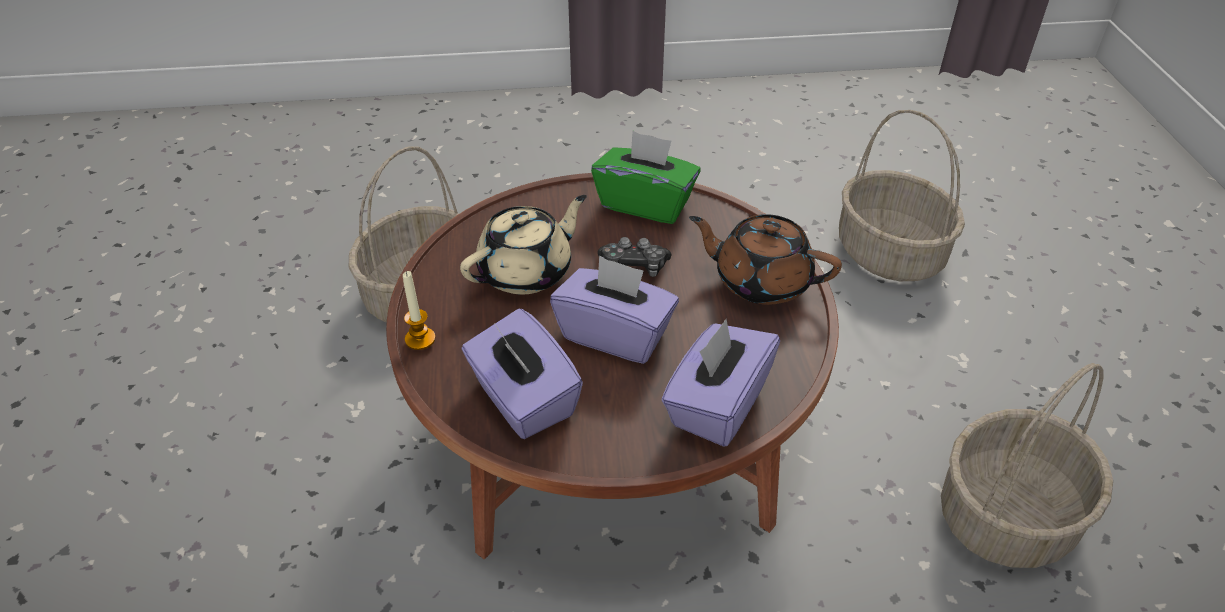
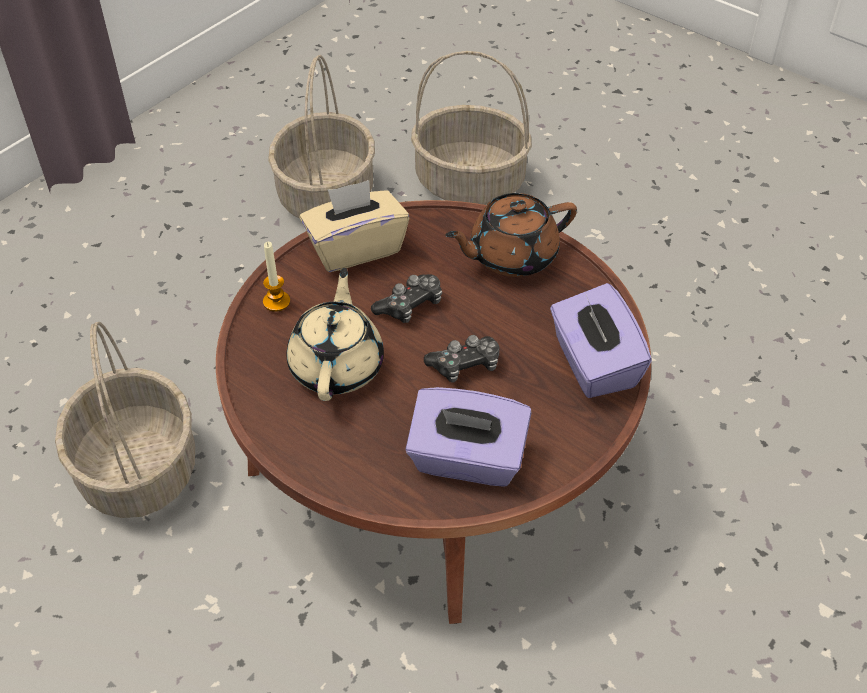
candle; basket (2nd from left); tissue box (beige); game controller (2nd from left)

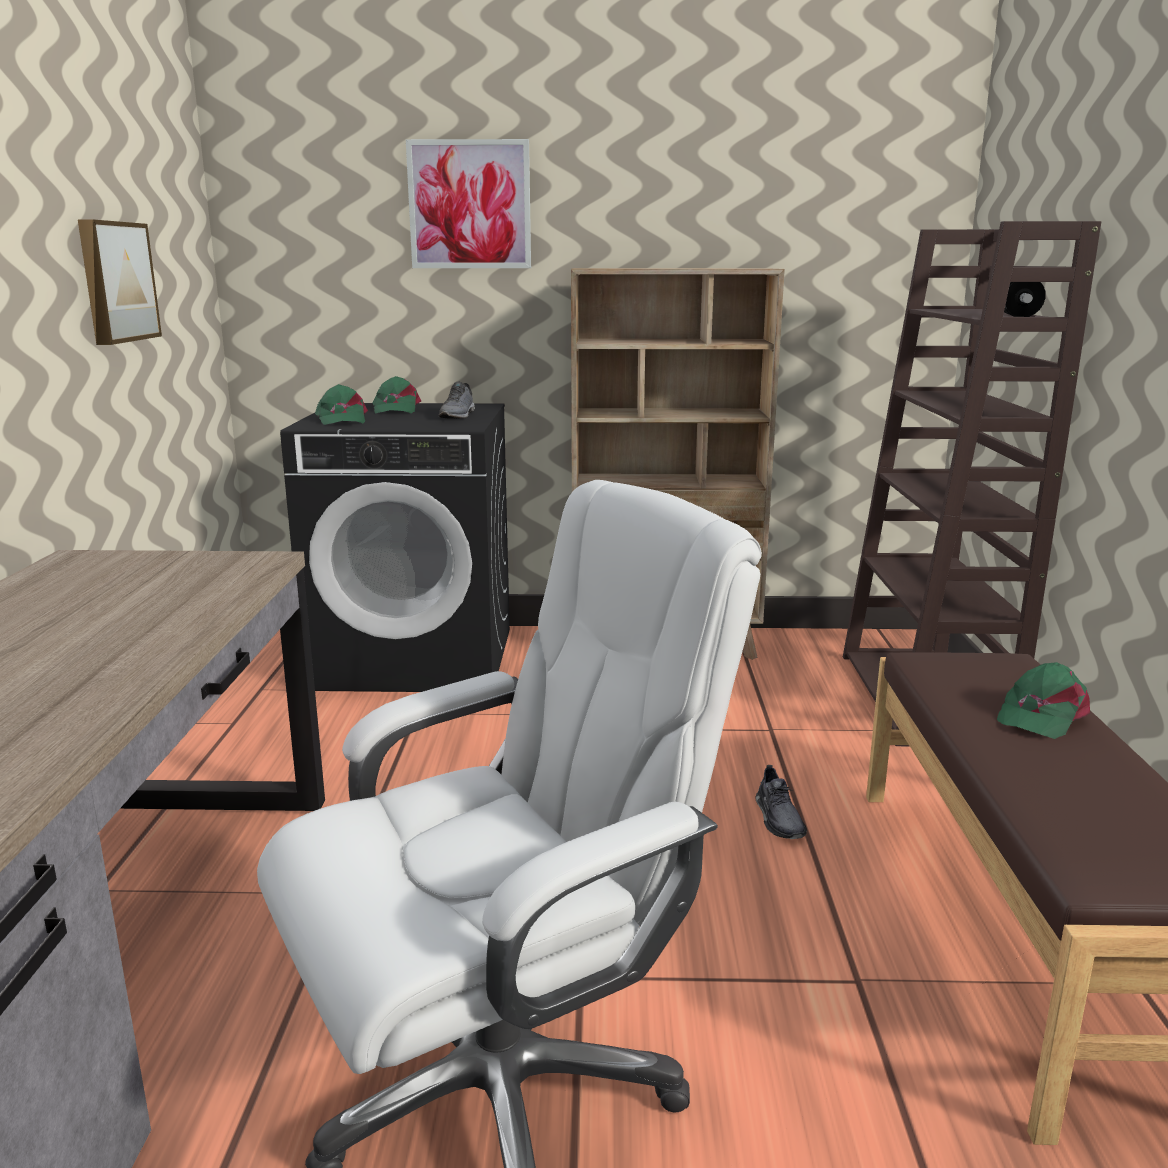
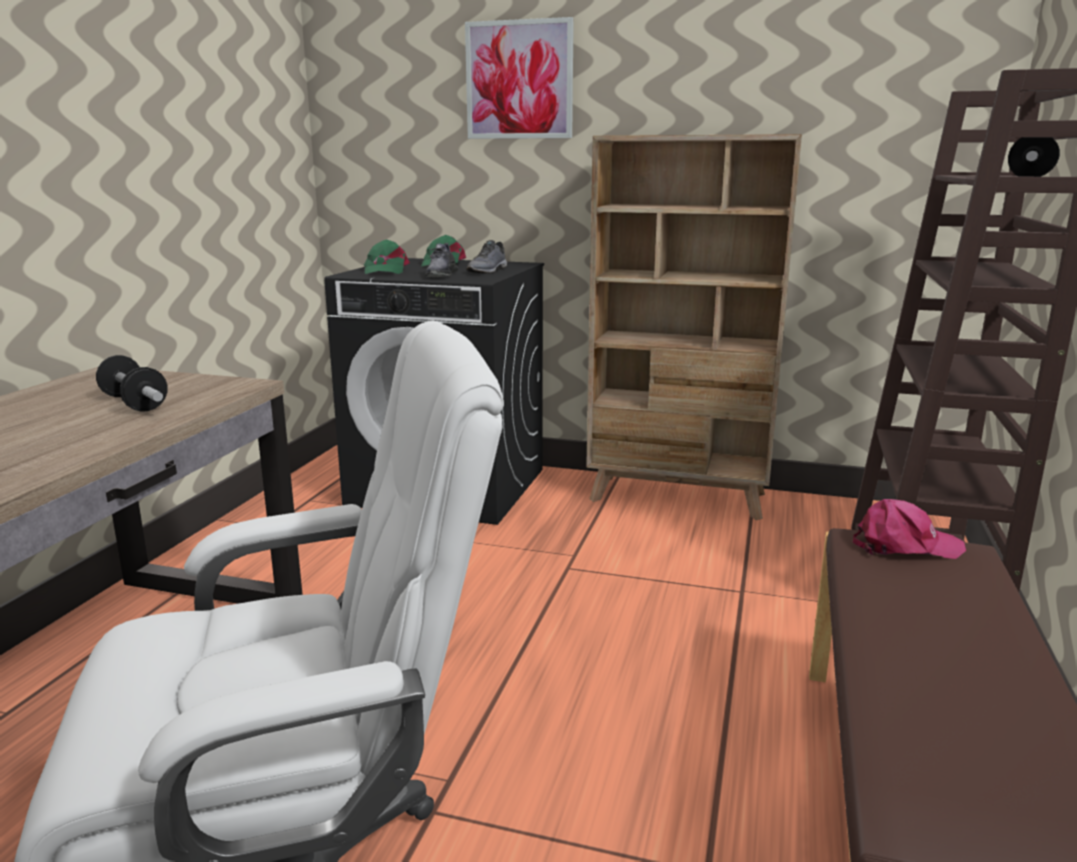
dumbbell (1st from left); shoe (grey) (1st from left); cap (pink); picture (1st from left in the first image); cap (green) (3rd from left in the first image)

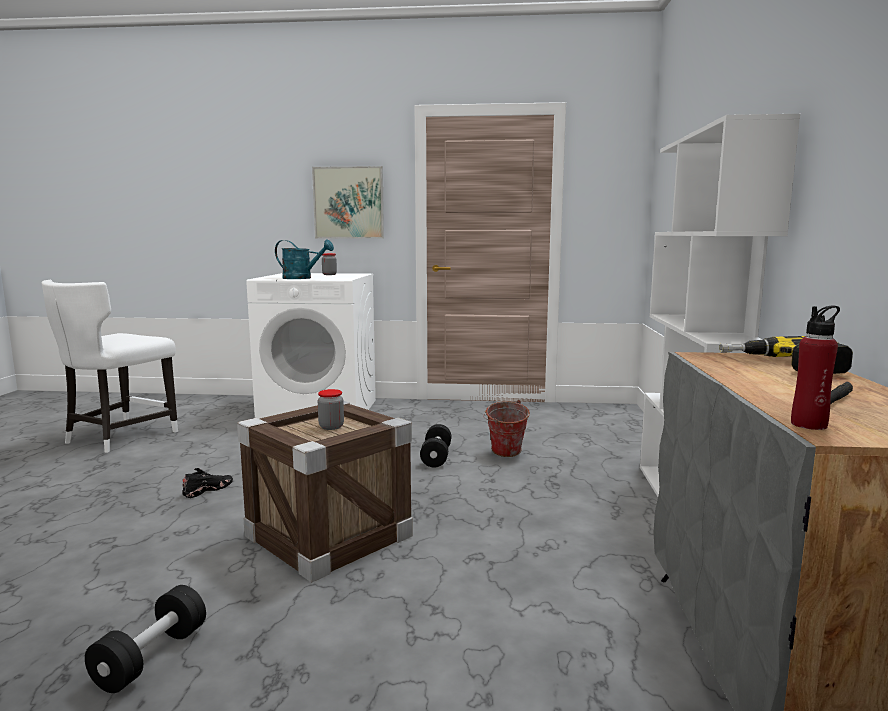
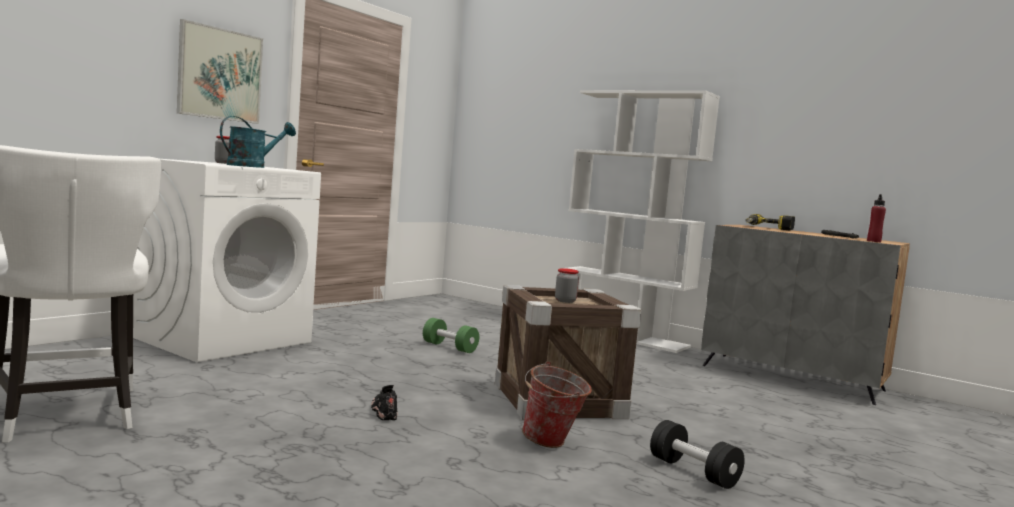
dumbbell (green); bucket

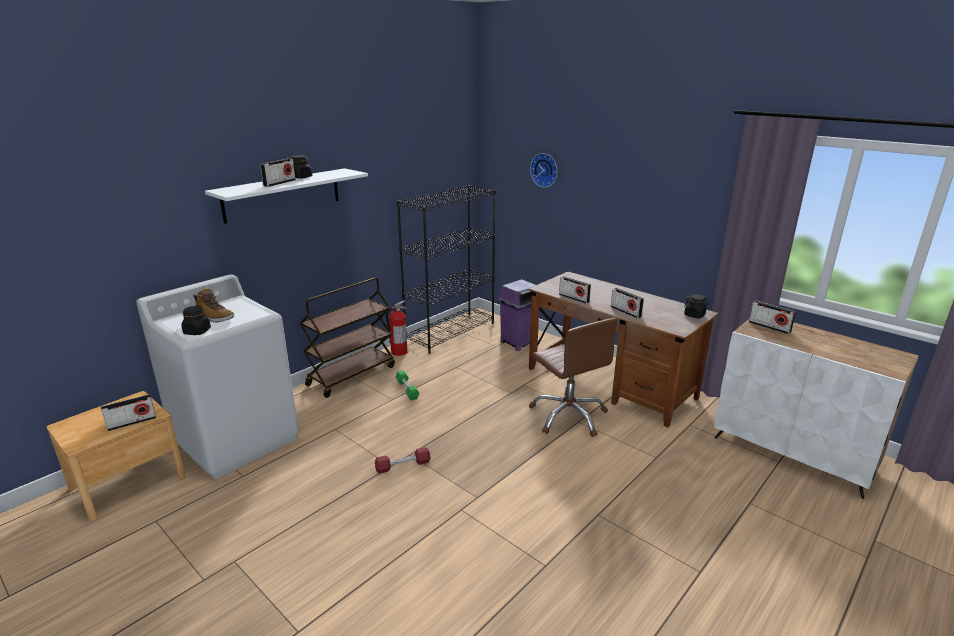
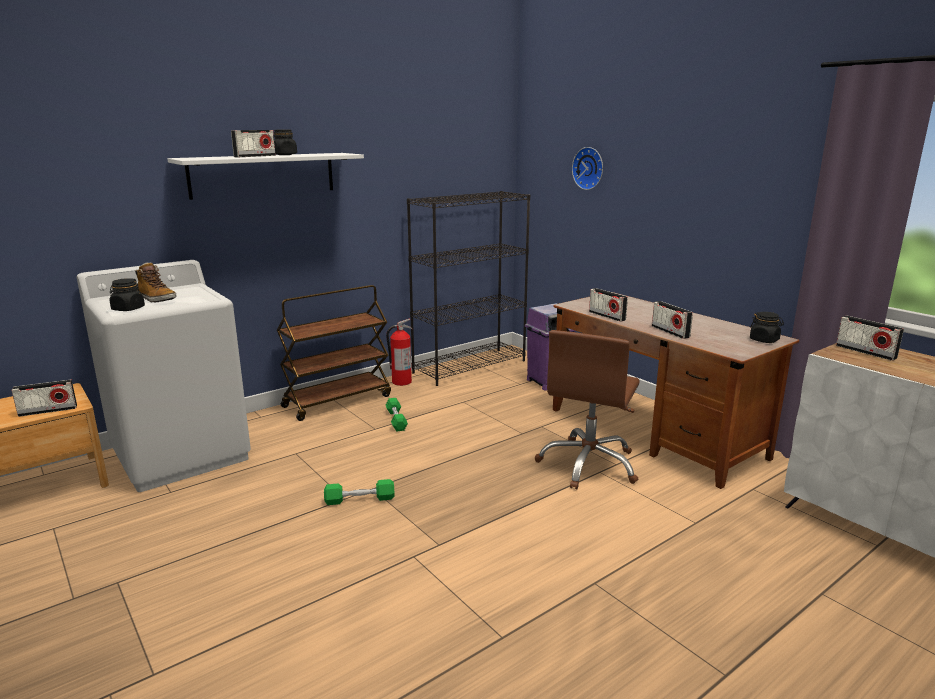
dumbbell (green) (1st from left); office chair (brown)

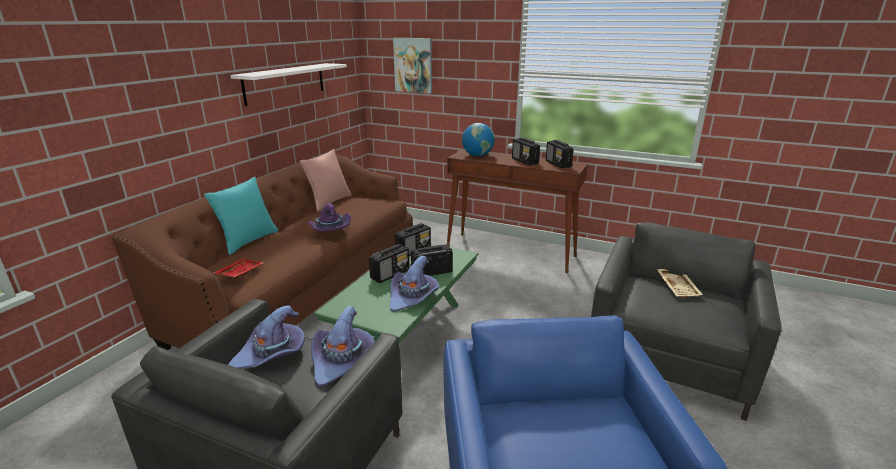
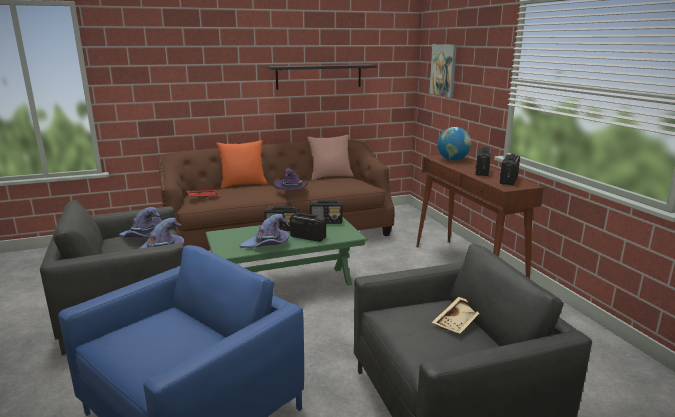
pillow (orange); shelf (black)

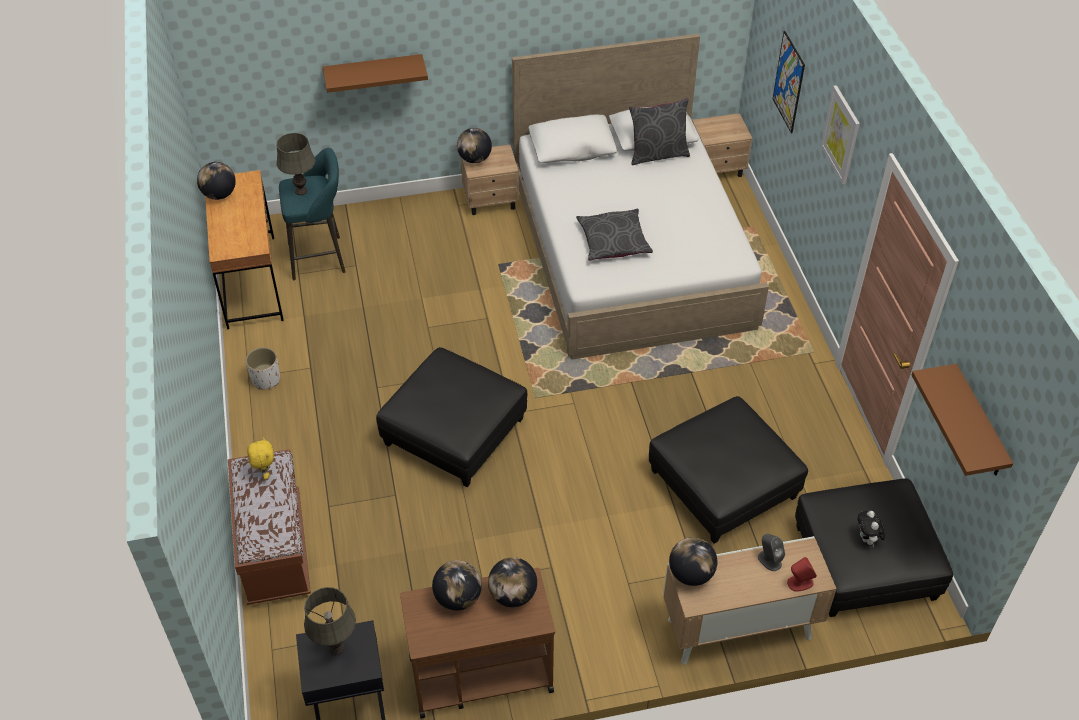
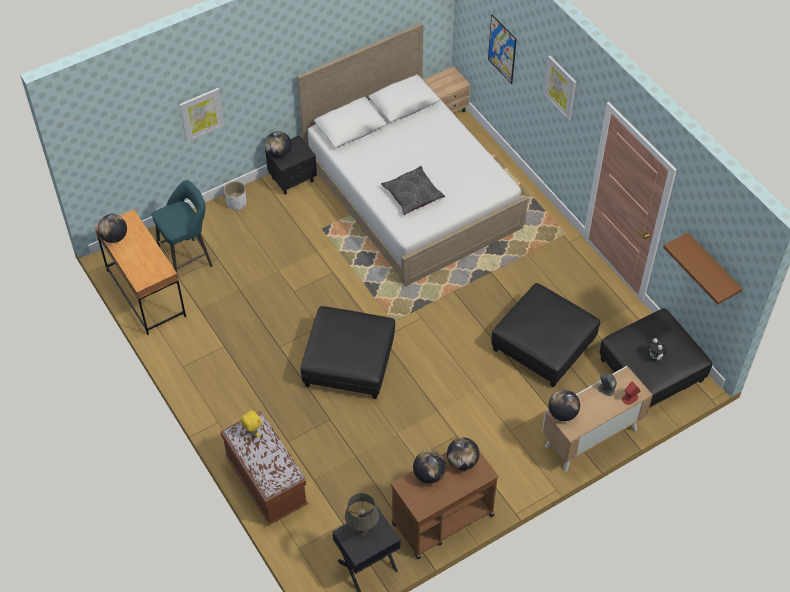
picture (1st from left); planter (white); nightstand (black) (1st from left); table lamp (grey) (1st from left in the first image); pillow (grey) (2nd from left in the first image)

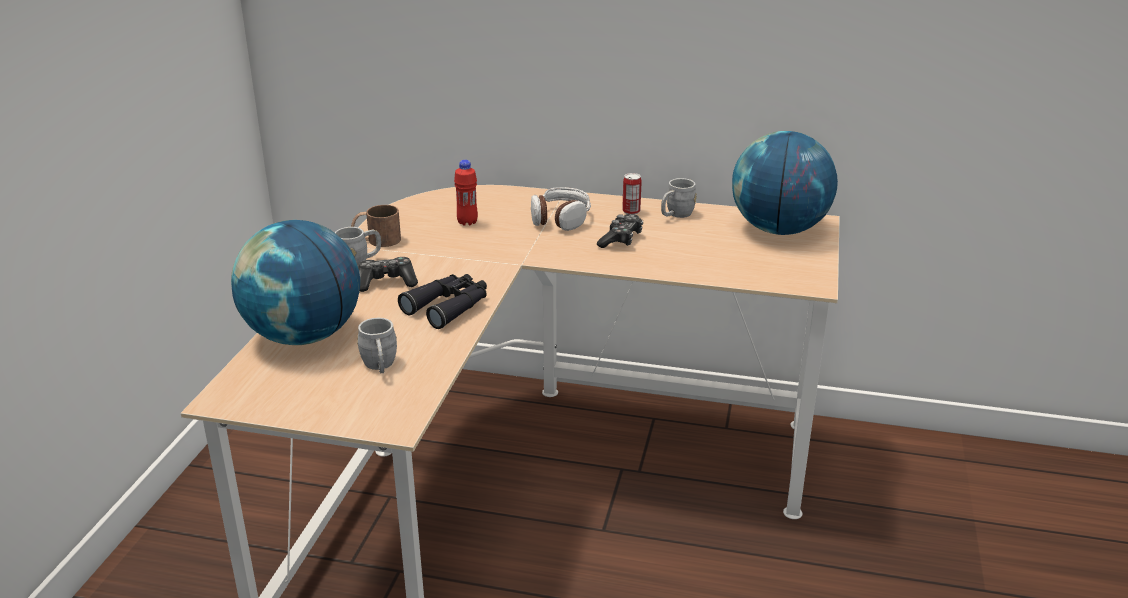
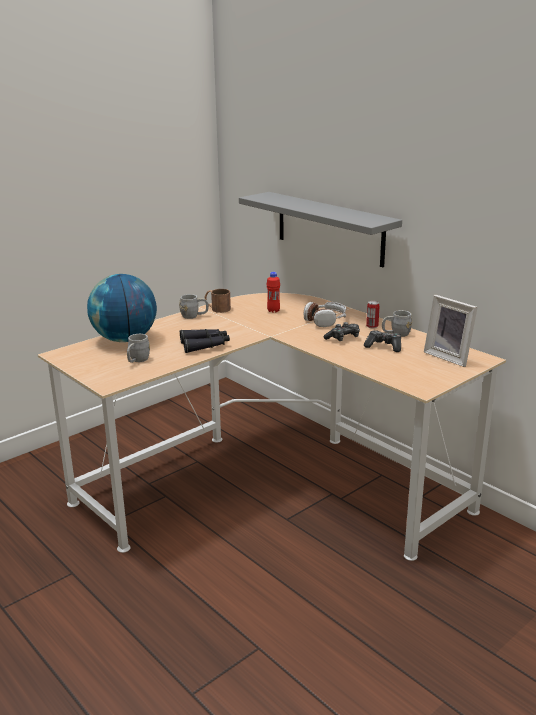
shelf (grey); game controller (2nd from left); picture frame

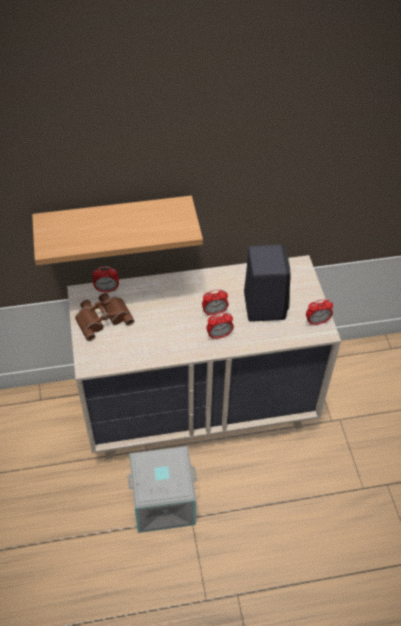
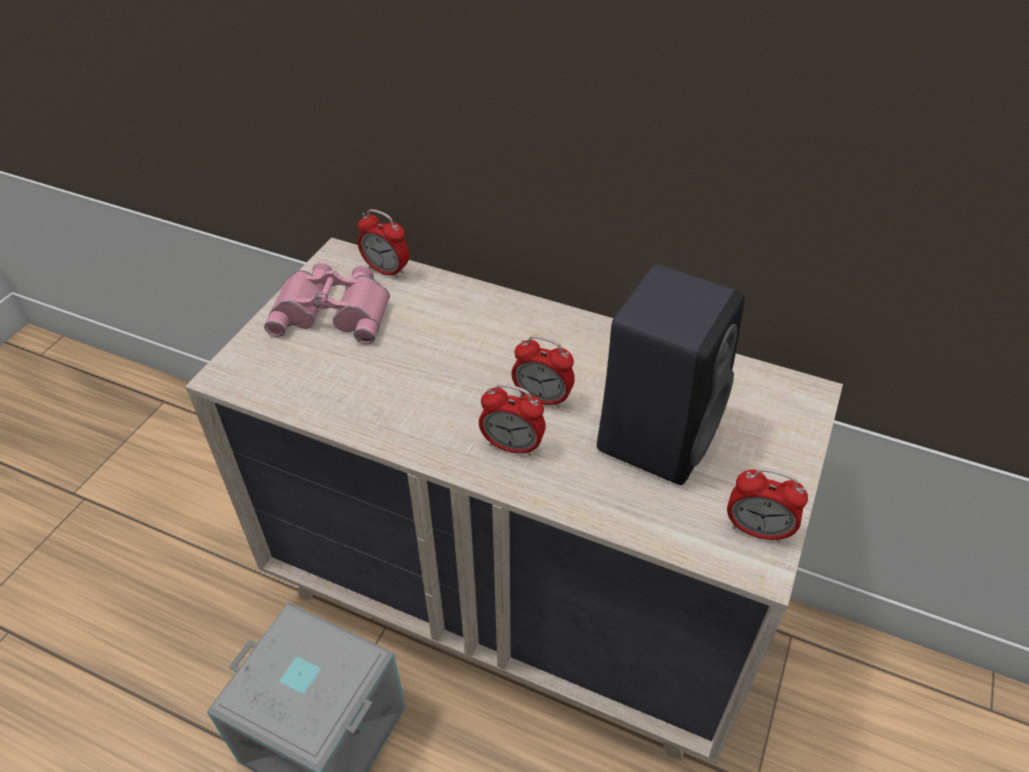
binoculars (pink); shelf

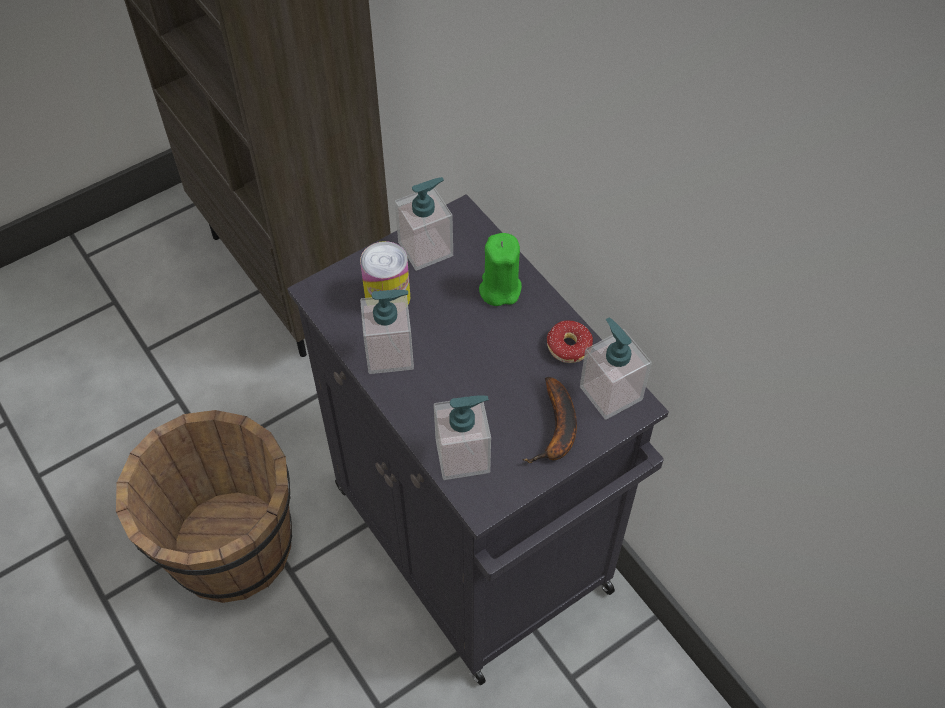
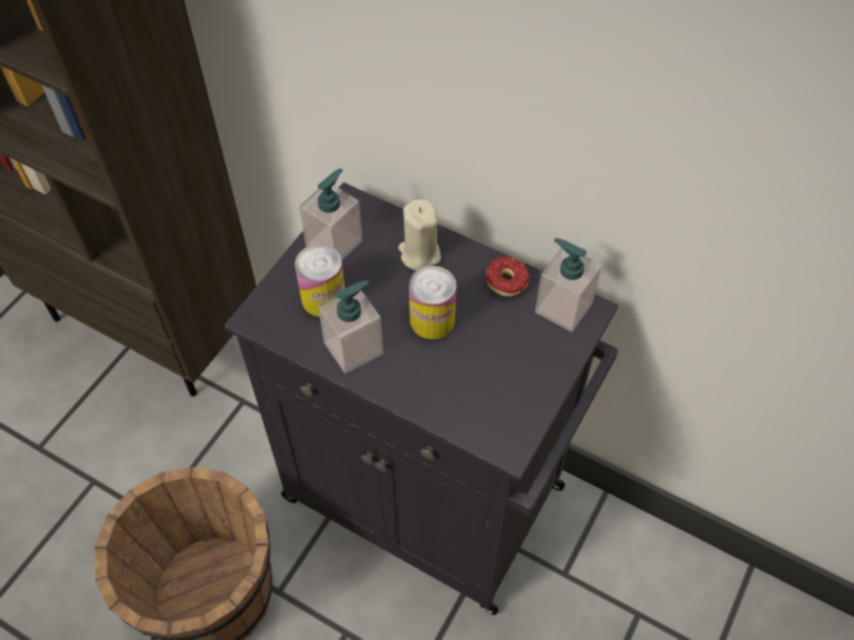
candle (beige); can (2nd from left); soap dispenser (3rd from left in the first image); banana

